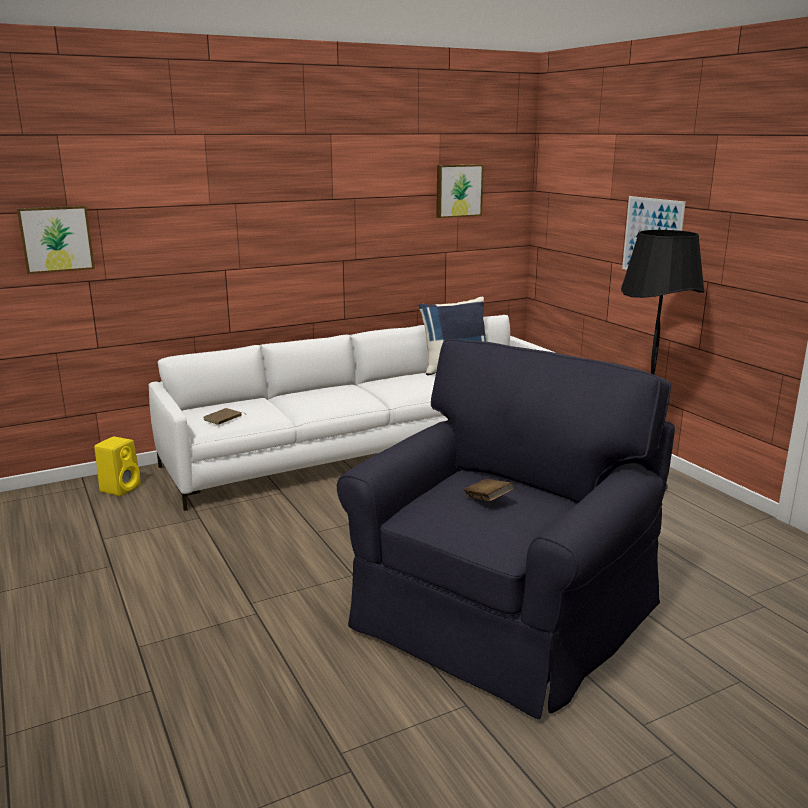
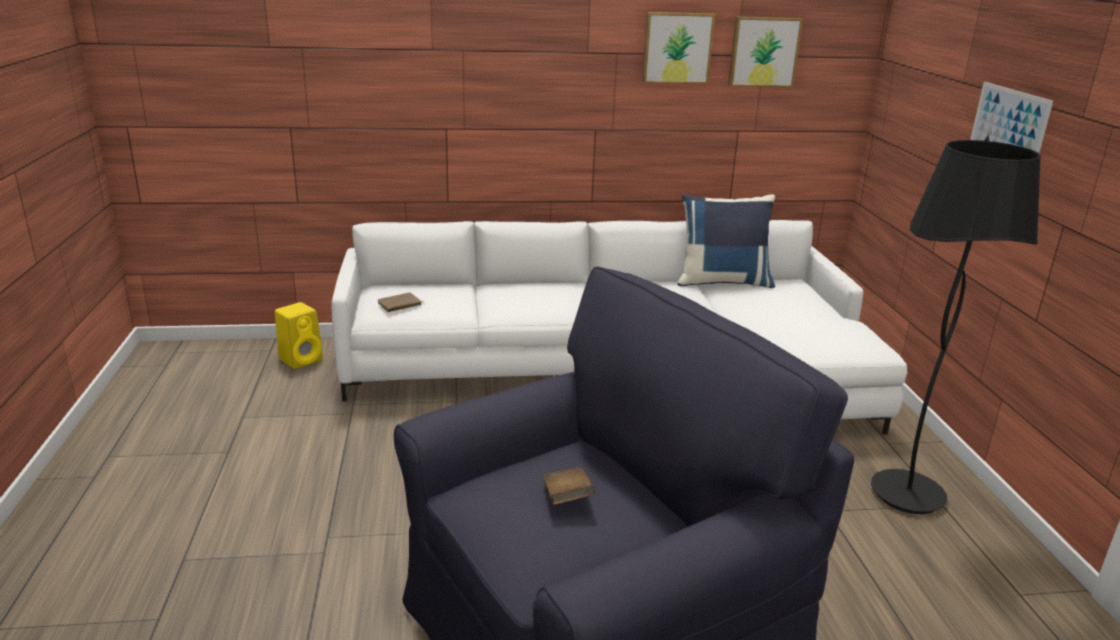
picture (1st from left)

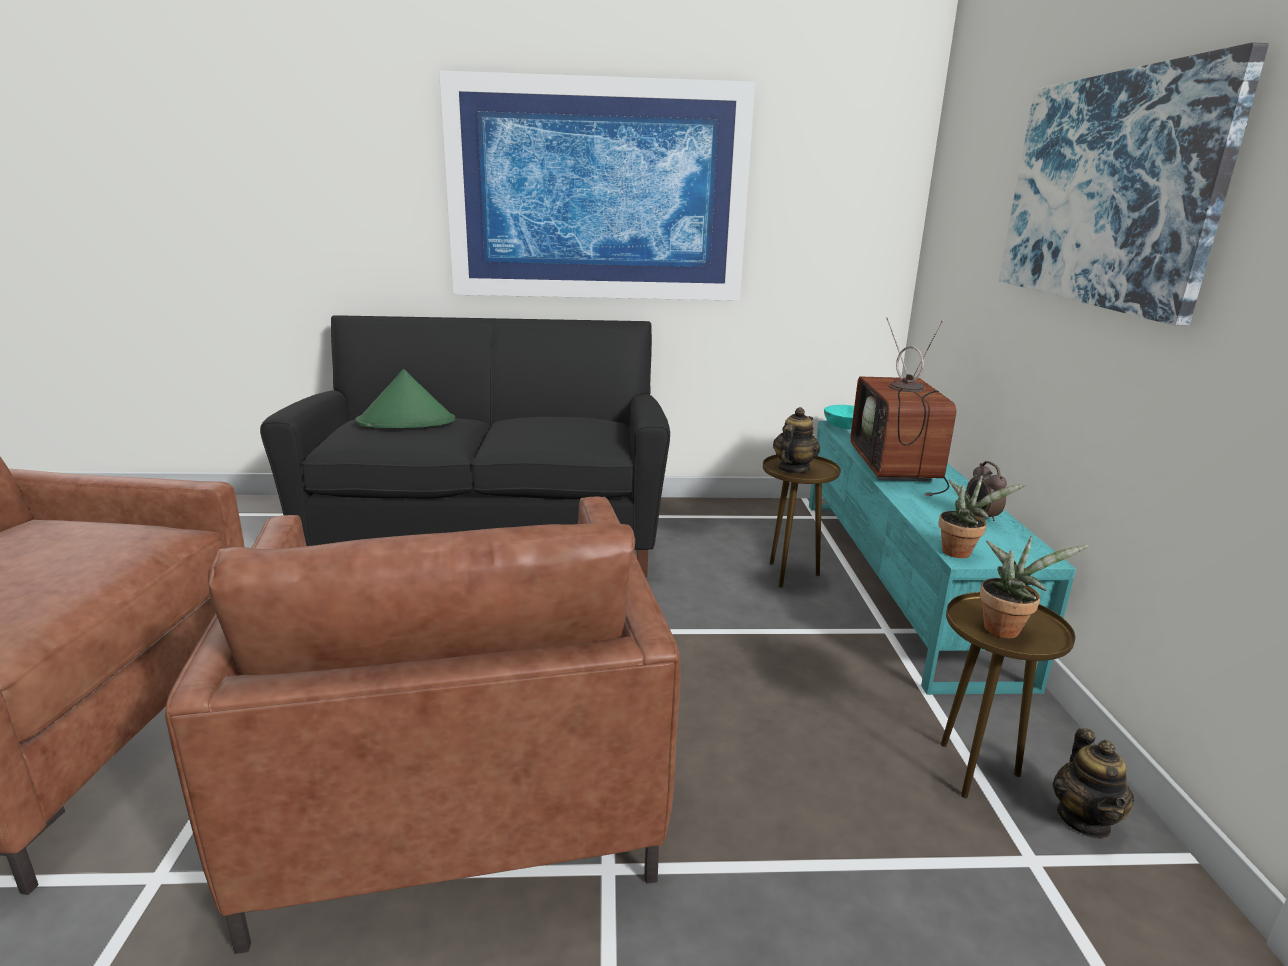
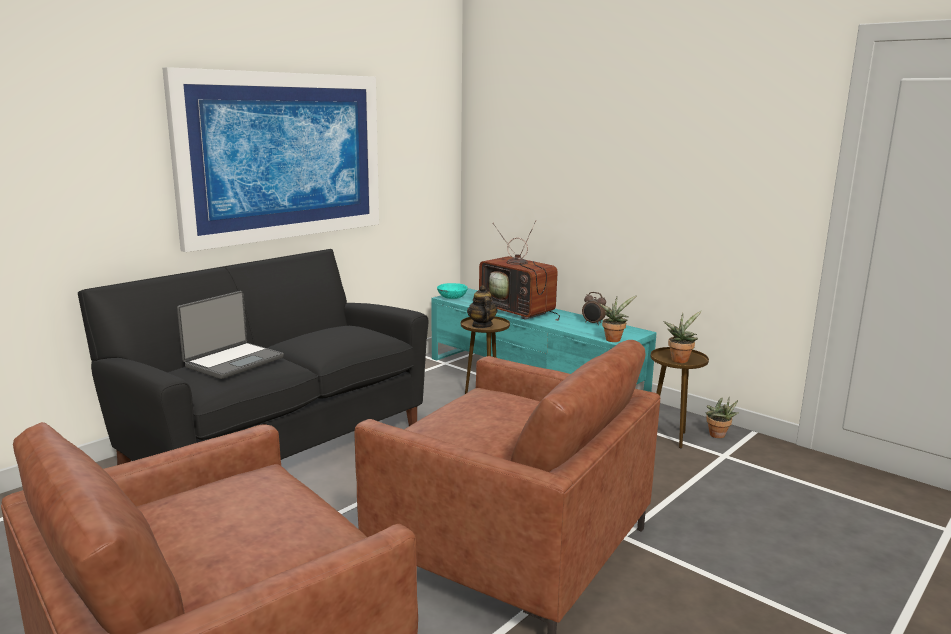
laptop; potted plant (3rd from left); picture (2nd from left in the first image)

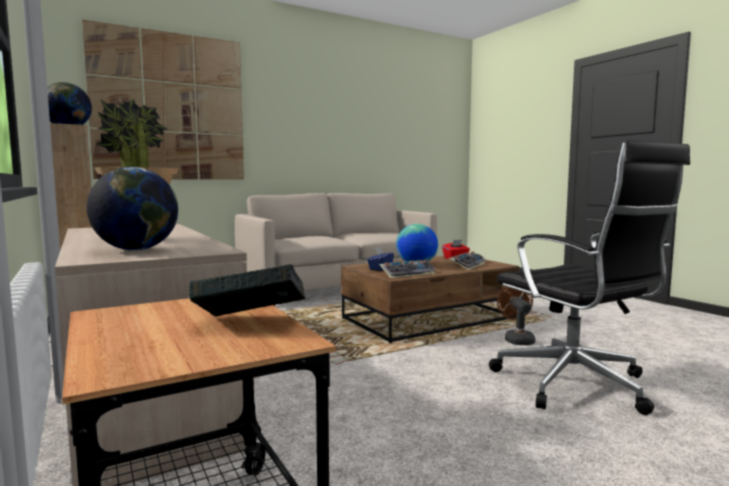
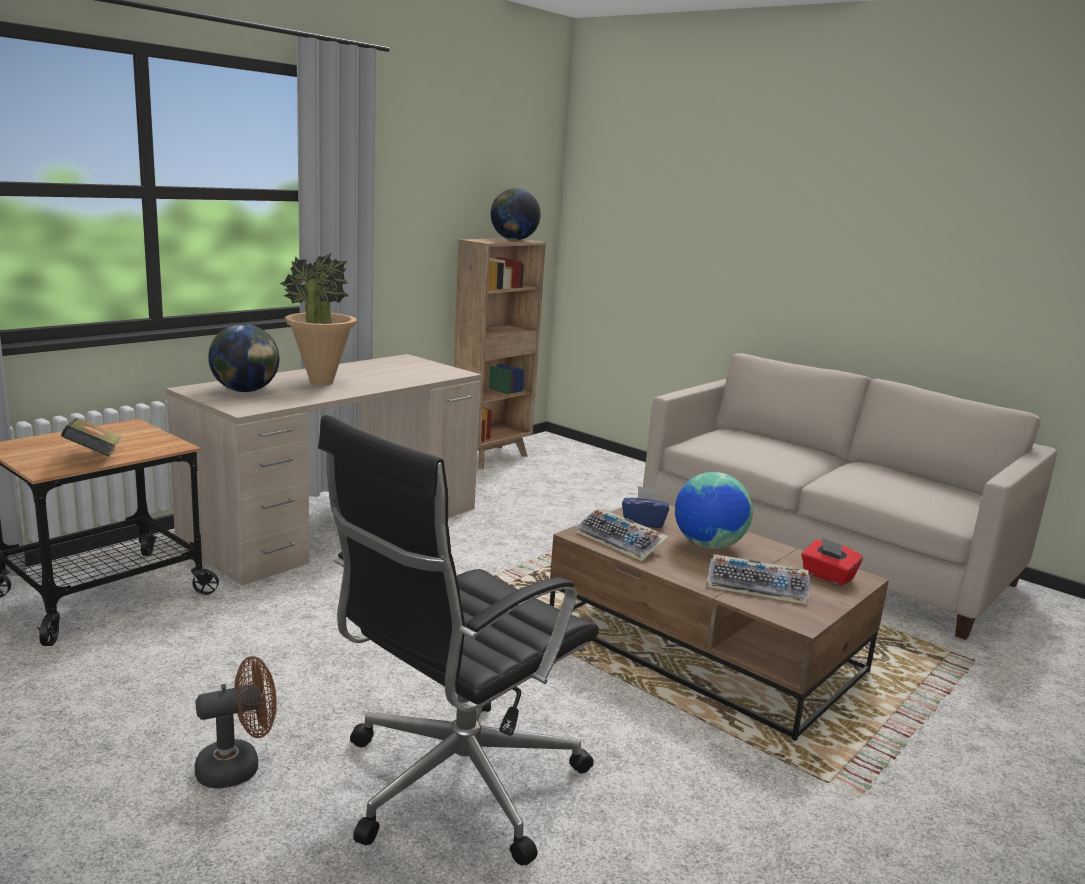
fan (brown); picture

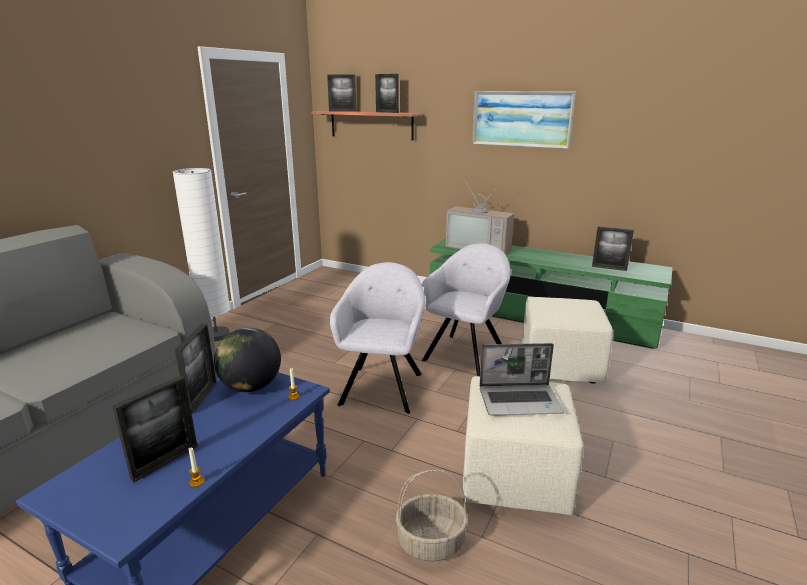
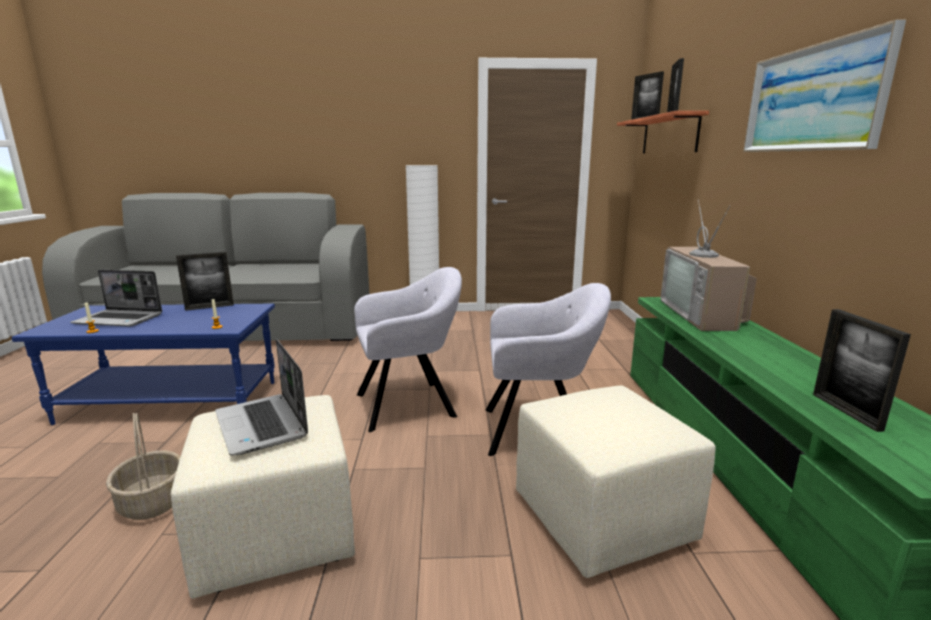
laptop (1st from left); globe

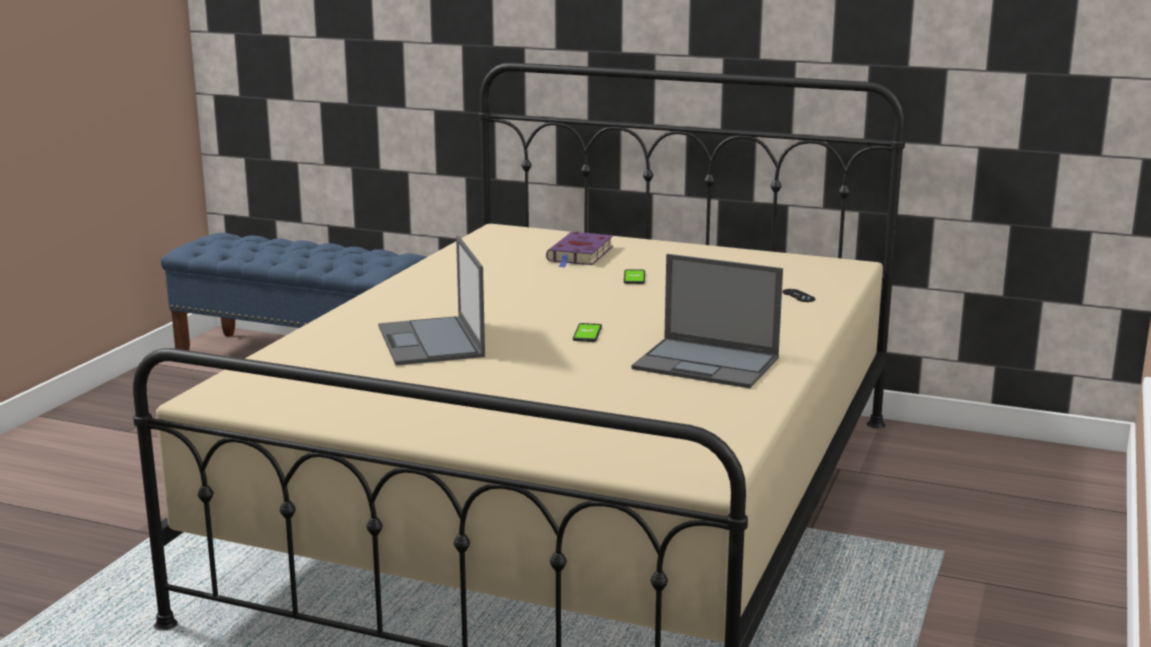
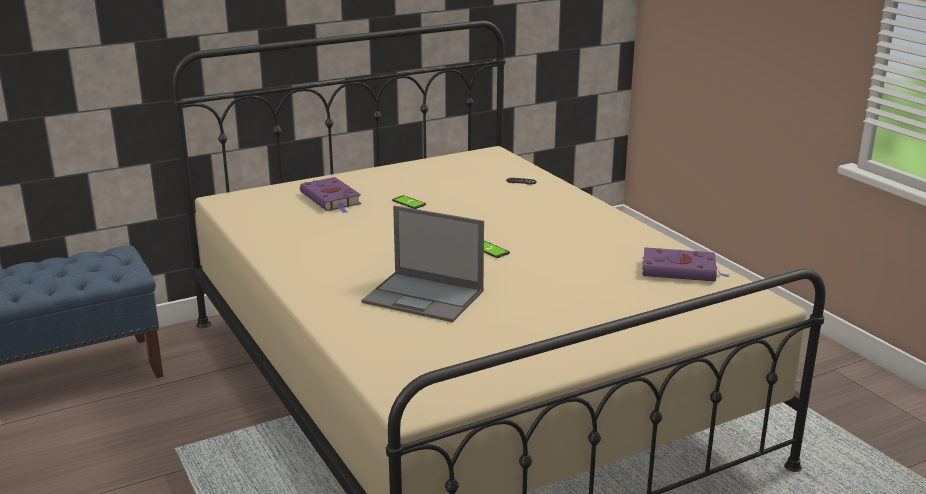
book (purple) (2nd from left); laptop (2nd from left in the first image)

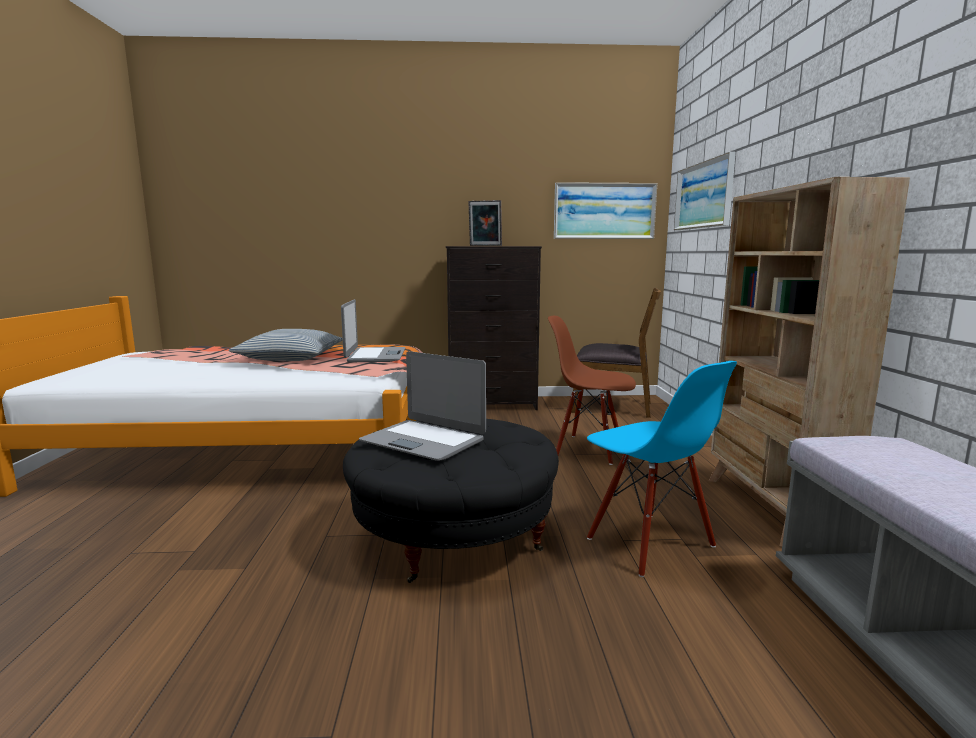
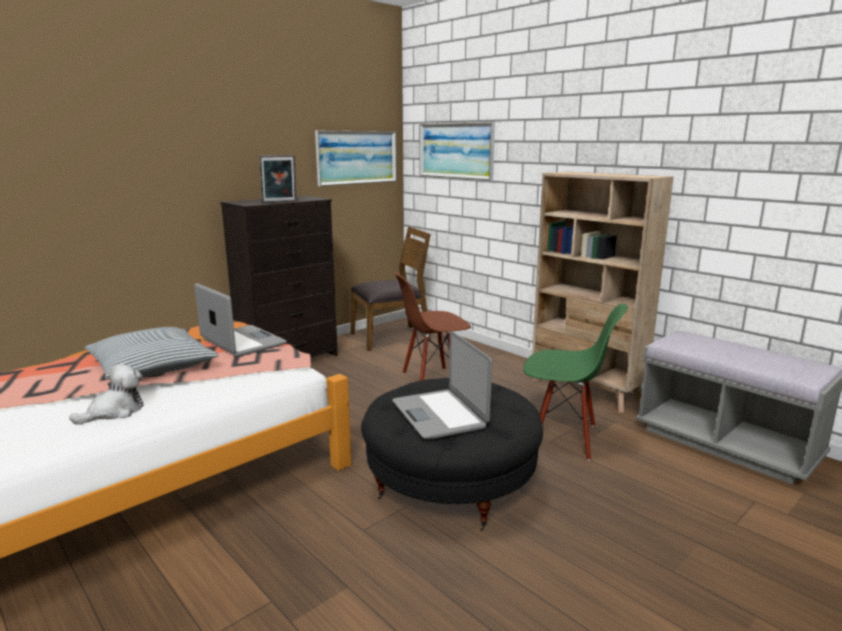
plush toy; laptop (2nd from left); chair (green)

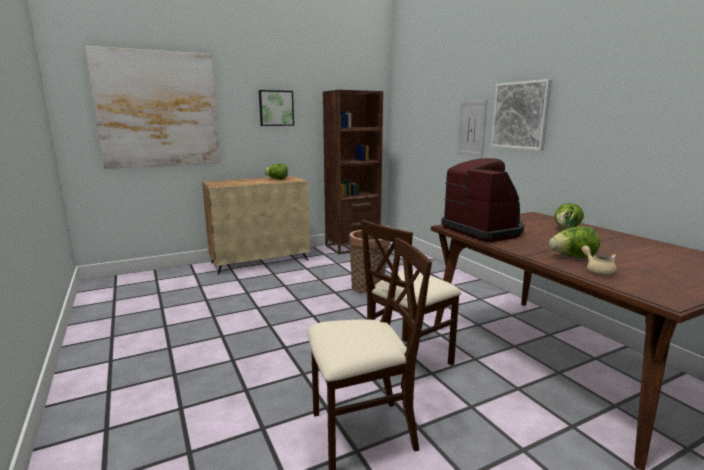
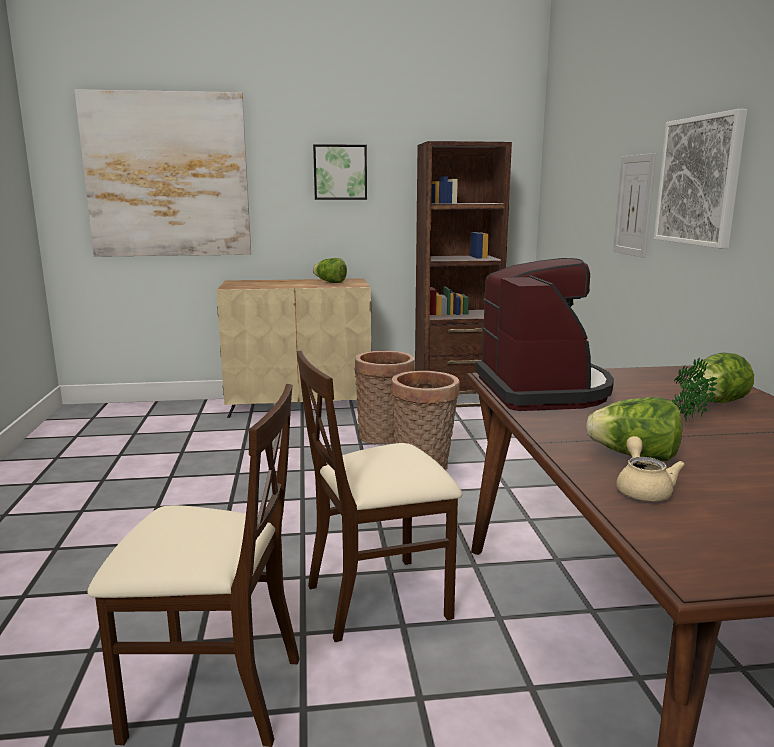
basket (1st from left)

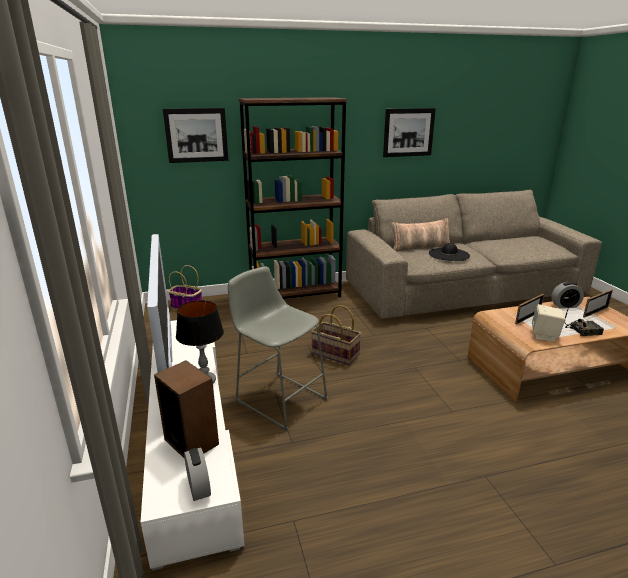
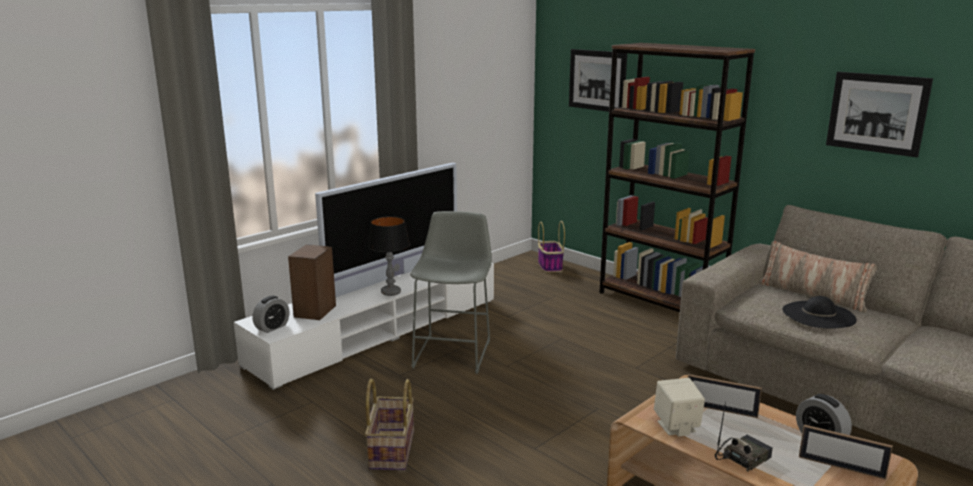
basket (1st from left); radio

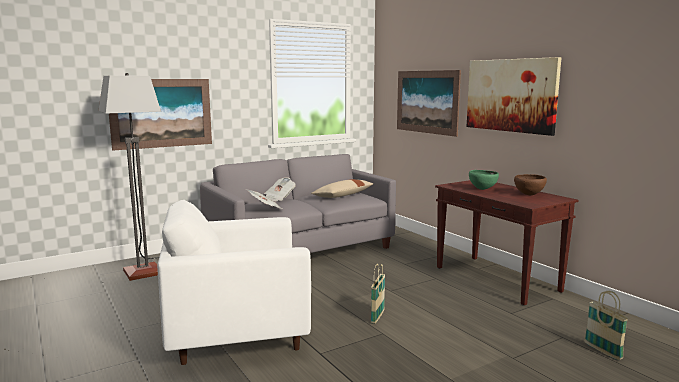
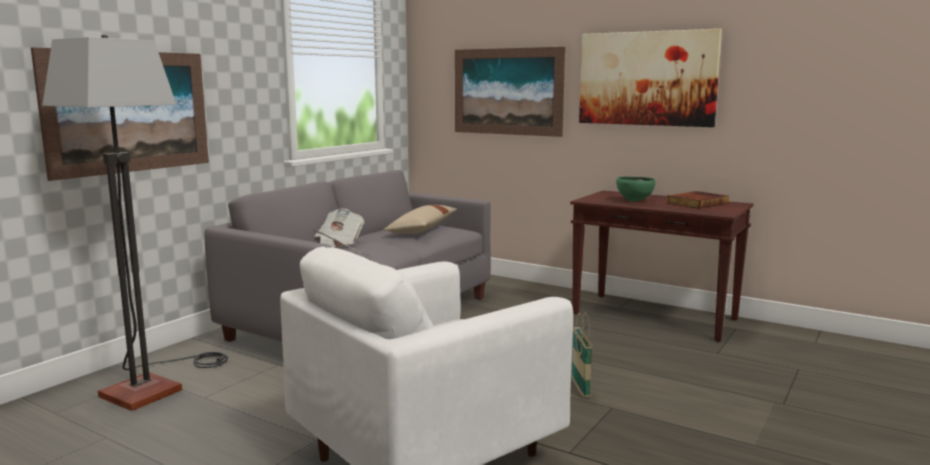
book; basket (2nd from left in the first image)

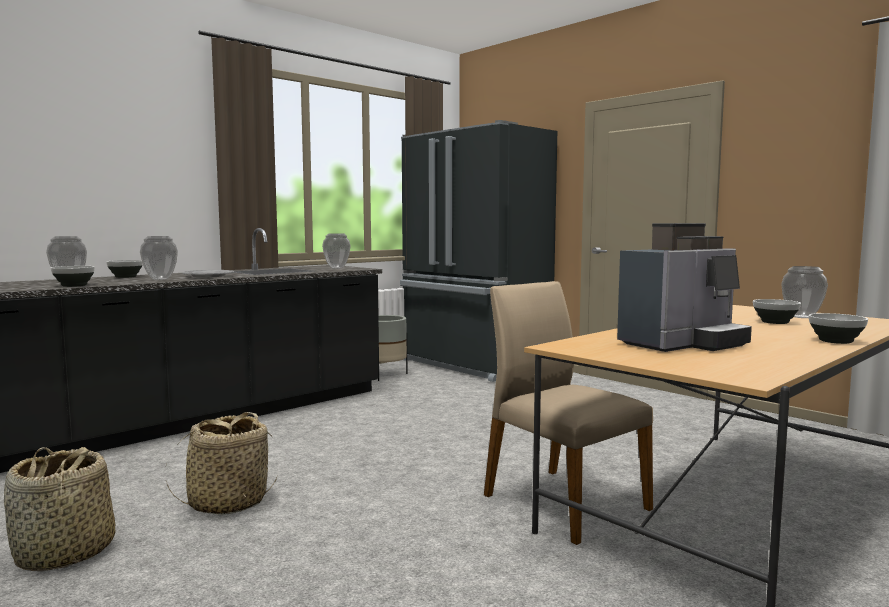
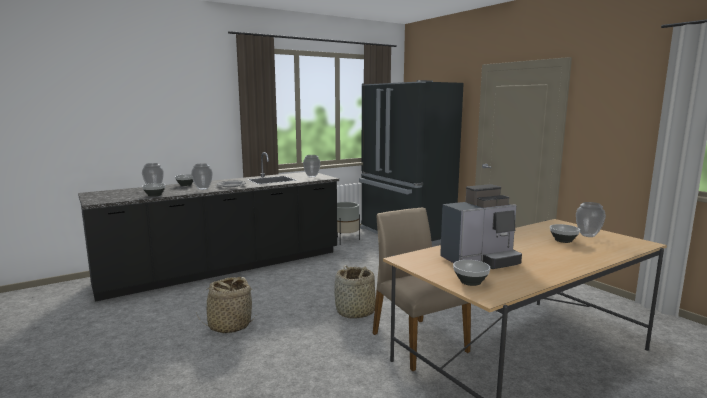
basket (2nd from left); bowl (3rd from left)

